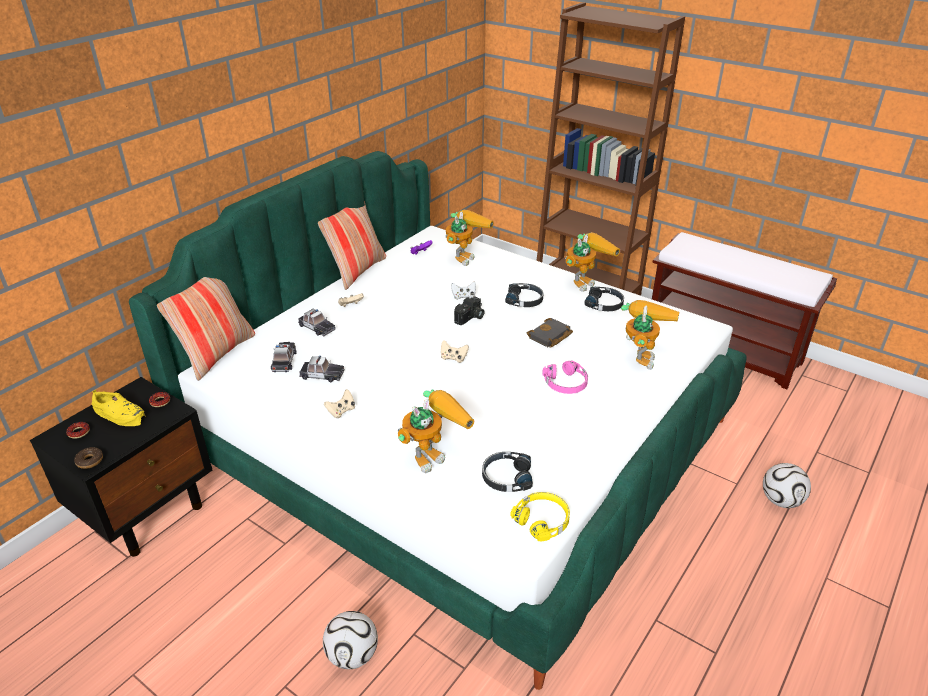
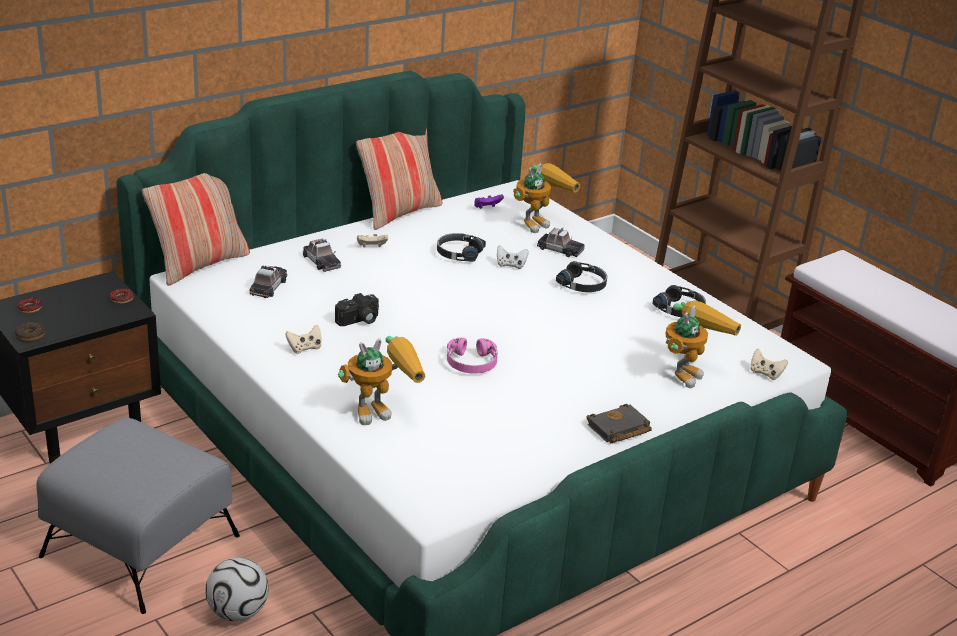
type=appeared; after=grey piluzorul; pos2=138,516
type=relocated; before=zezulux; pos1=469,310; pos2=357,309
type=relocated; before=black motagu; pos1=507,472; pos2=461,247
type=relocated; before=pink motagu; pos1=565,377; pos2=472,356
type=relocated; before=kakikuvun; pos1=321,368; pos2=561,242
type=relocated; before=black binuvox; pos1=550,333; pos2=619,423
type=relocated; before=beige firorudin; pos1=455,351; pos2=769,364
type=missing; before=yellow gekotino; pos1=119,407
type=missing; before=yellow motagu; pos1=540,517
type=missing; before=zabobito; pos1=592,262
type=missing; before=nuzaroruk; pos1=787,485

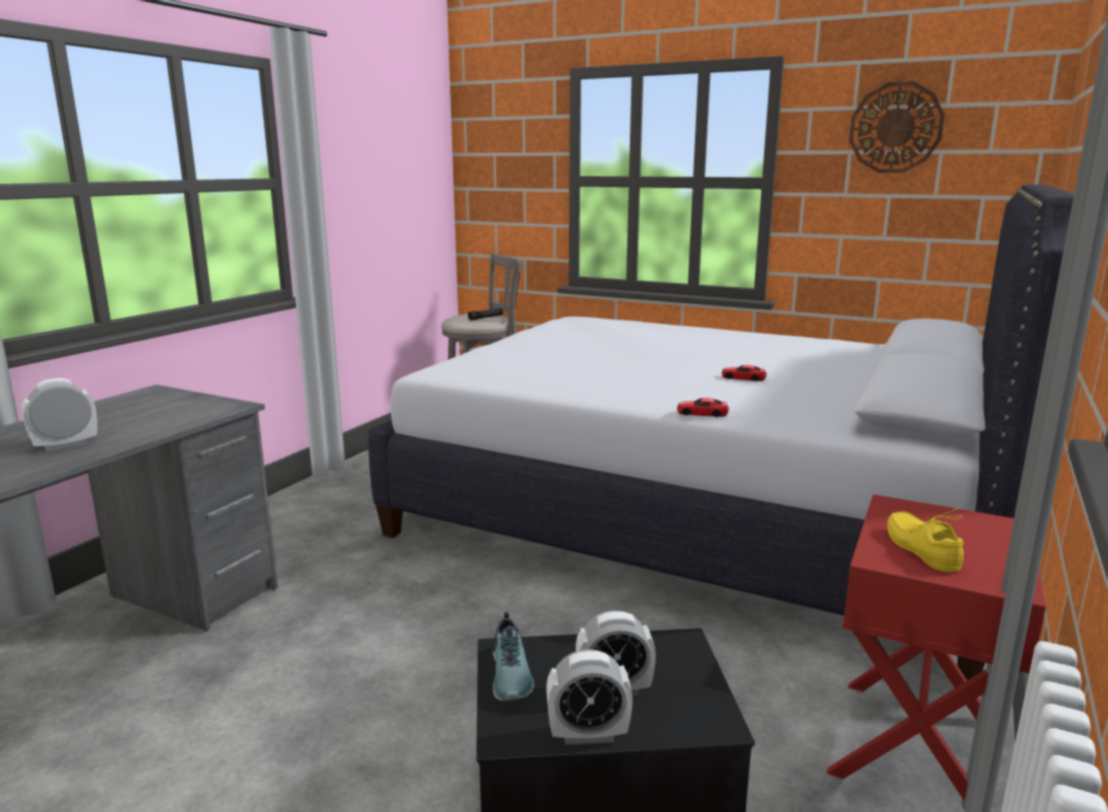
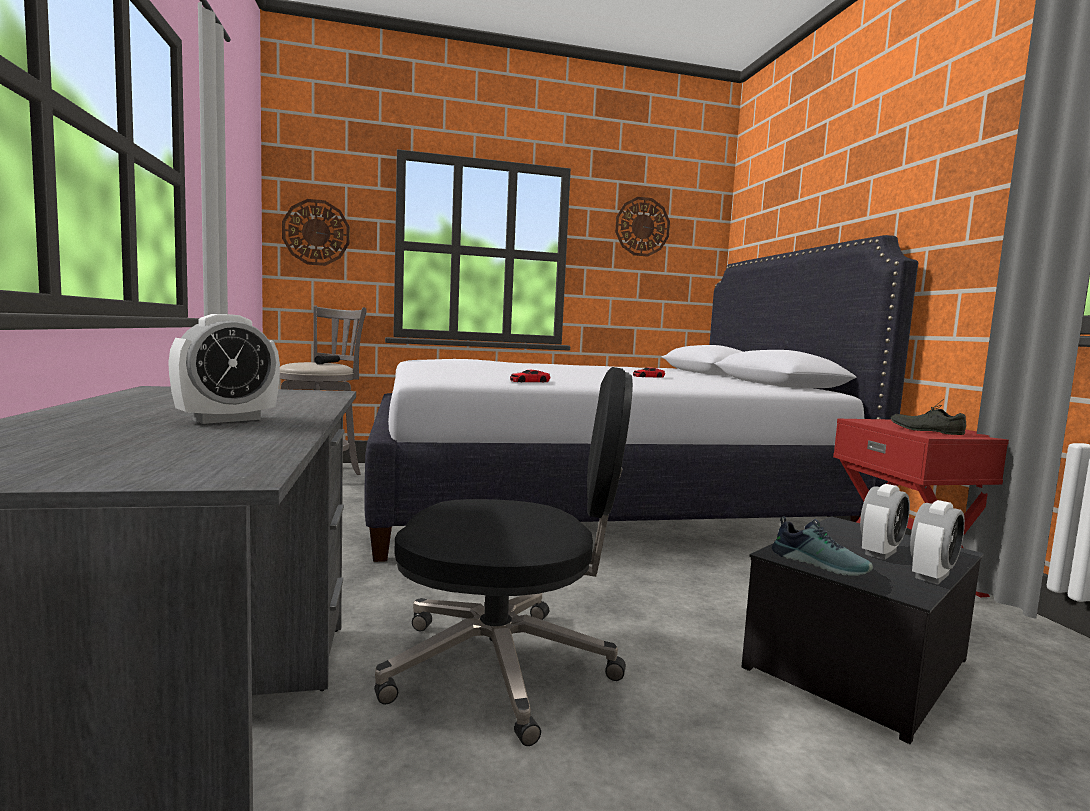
type=spun; before=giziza; pos1=59,415; pos2=224,369; turn=-150
type=appeared; after=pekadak; pos2=316,232
type=appeared; after=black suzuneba; pos2=503,556
type=relocated; before=kakikuvun; pos1=703,407; pos2=530,376
type=colour; before=yellow gekotino; after=grey gekotino; pos1=925,540; pos2=928,417

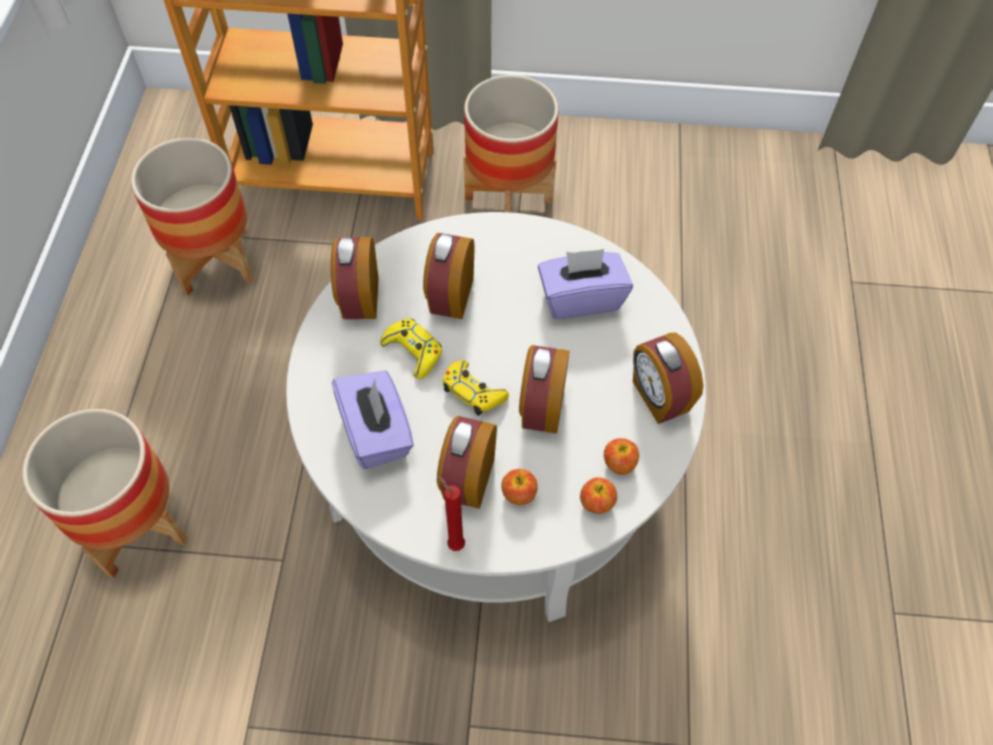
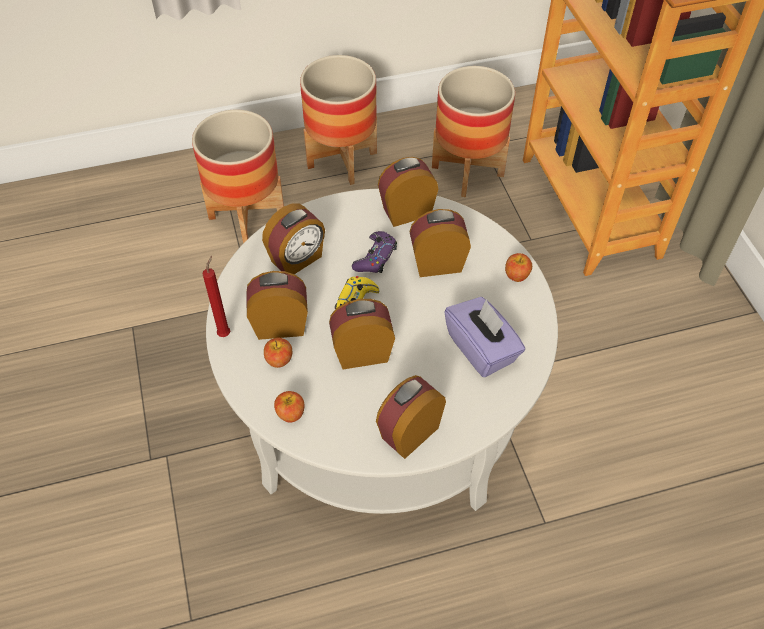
type=exchanged; before=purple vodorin; after=giziza; pos1=373,420; pos2=293,238
type=relocated; before=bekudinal; pos1=511,144; pos2=338,120
type=colour; before=yellow firorudin; after=purple firorudin; pos1=411,348; pos2=374,252
type=relocated; before=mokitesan; pos1=621,456; pos2=518,267

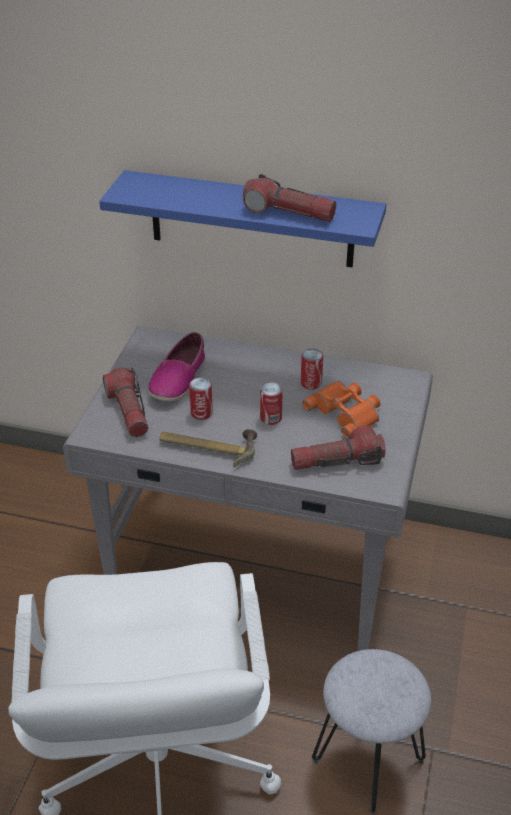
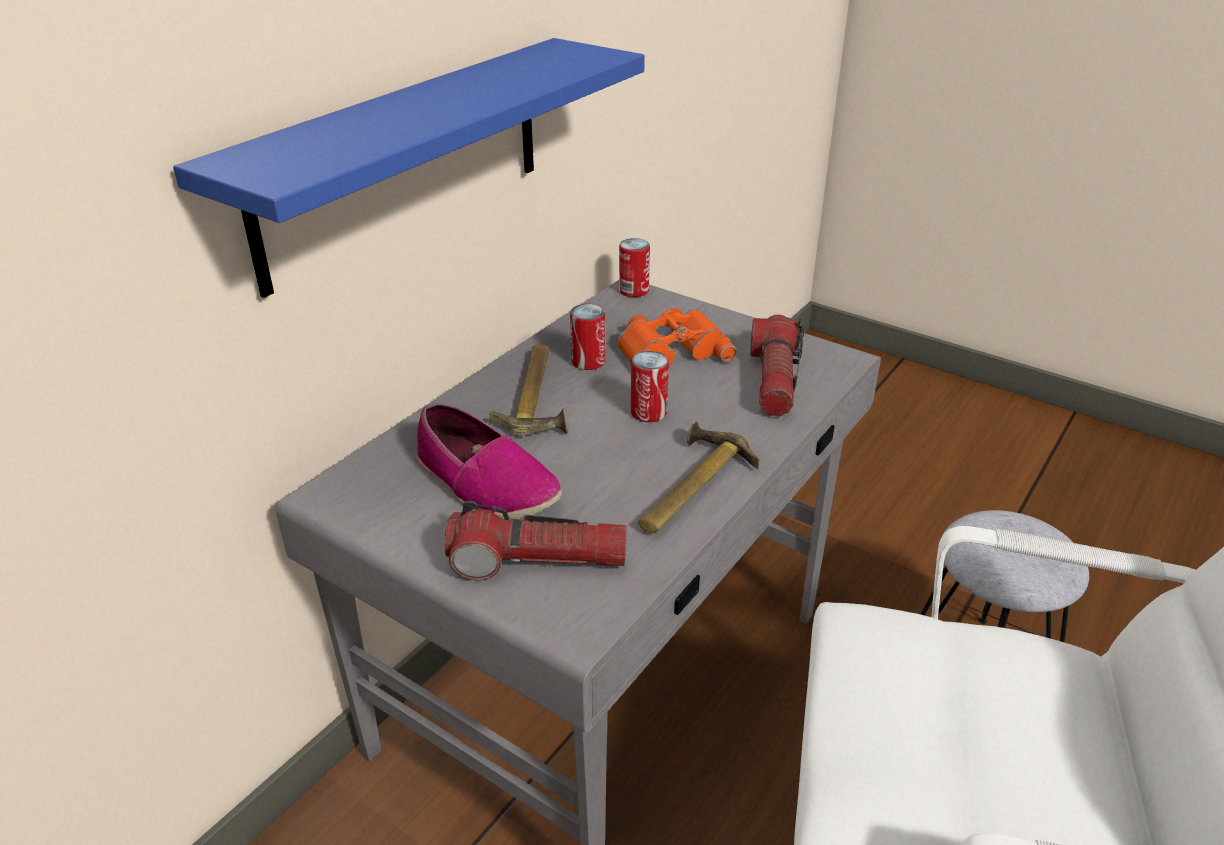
type=appeared; after=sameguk; pos2=528,390
type=relocated; before=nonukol; pos1=201,399; pos2=634,267
type=missing; before=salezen; pos1=289,198

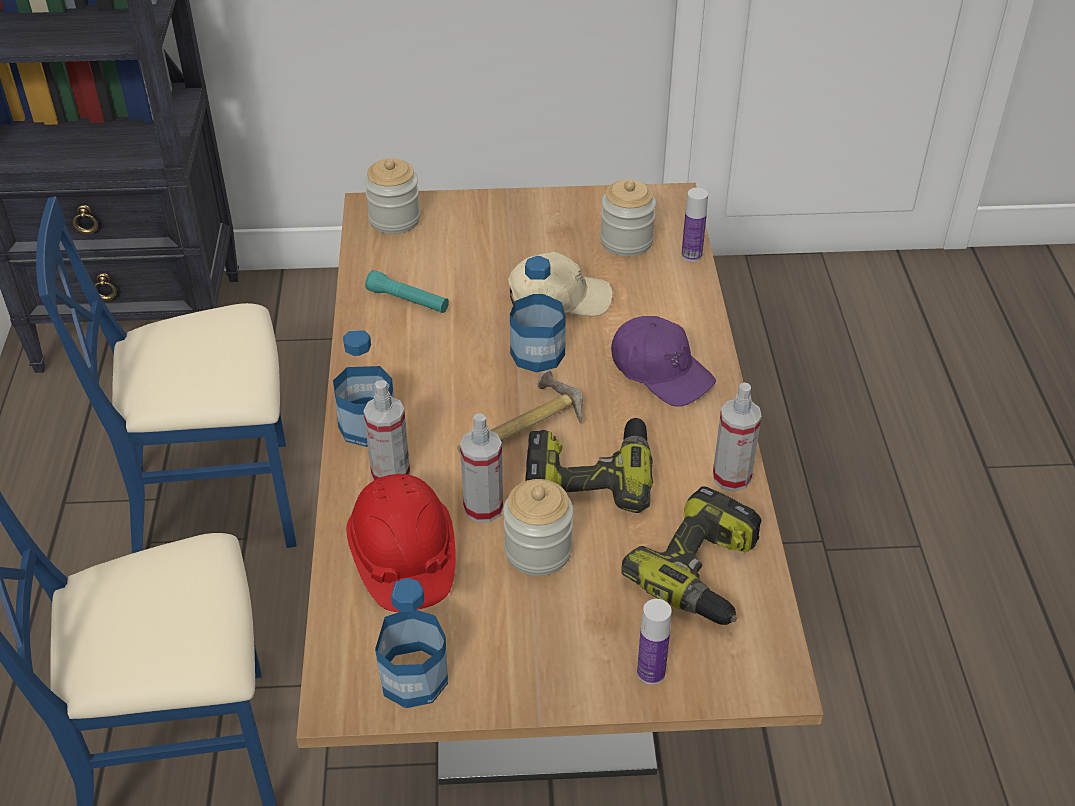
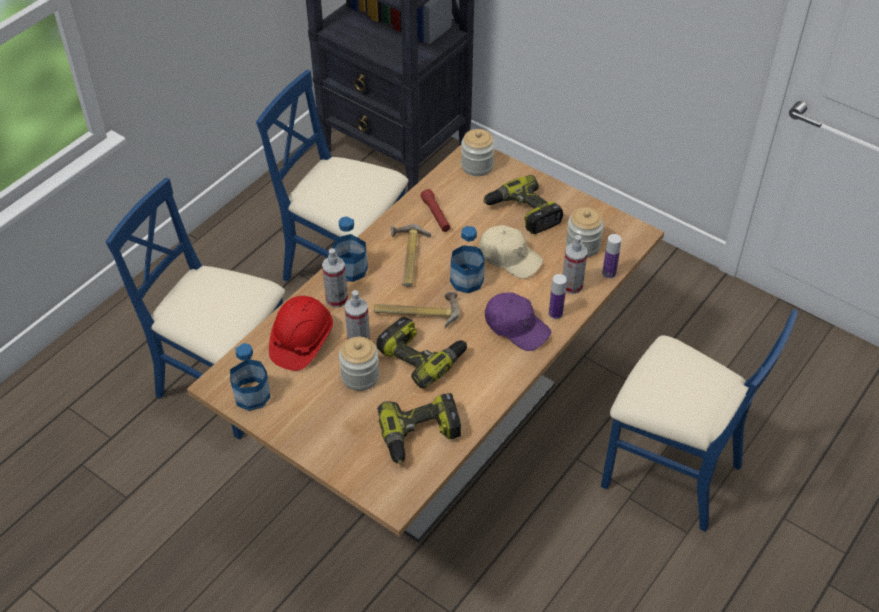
type=appeared; after=sameguk; pos2=411,255
type=colour; before=turquoise salezen; after=red salezen; pos1=407,291; pos2=436,210
type=appeared; after=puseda; pos2=523,204
type=spun; before=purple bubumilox; pos1=663,361; pos2=518,321; turn=-45
type=relocated; before=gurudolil; pos1=654,642; pos2=558,296
type=relocated; before=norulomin; pos1=737,437; pos2=575,264
type=appeared; after=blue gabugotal; pos2=699,420

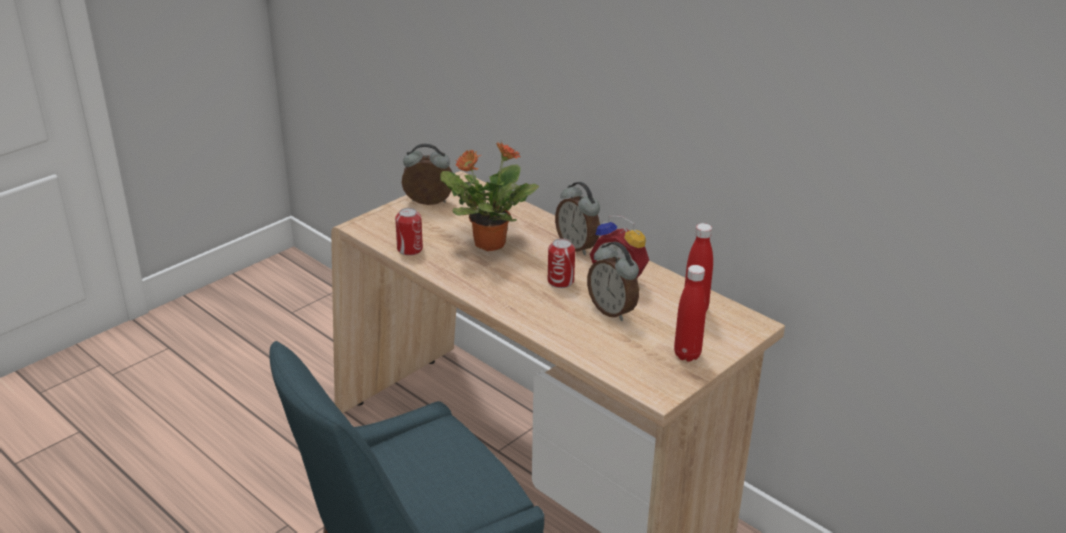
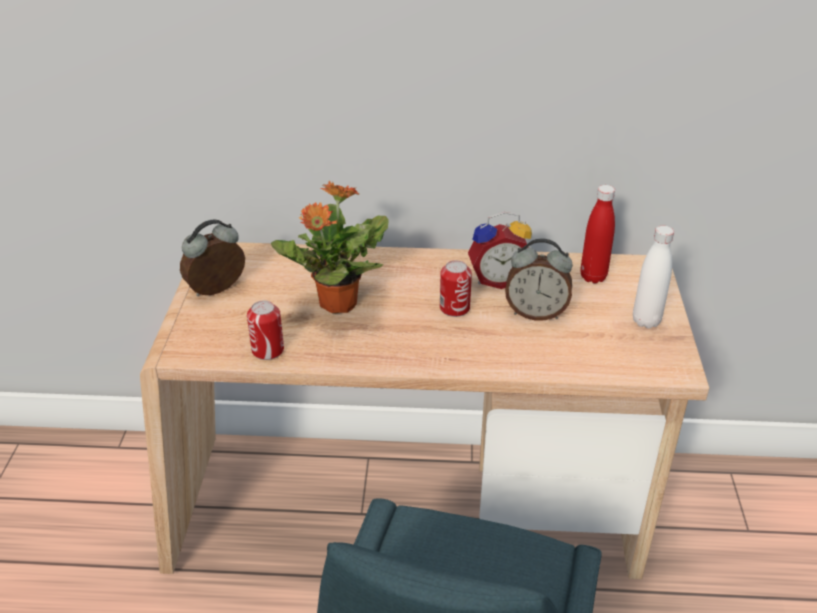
type=colour; before=red gurudolil; after=white gurudolil; pos1=690,313; pos2=653,277
type=missing; before=giziza; pos1=577,218

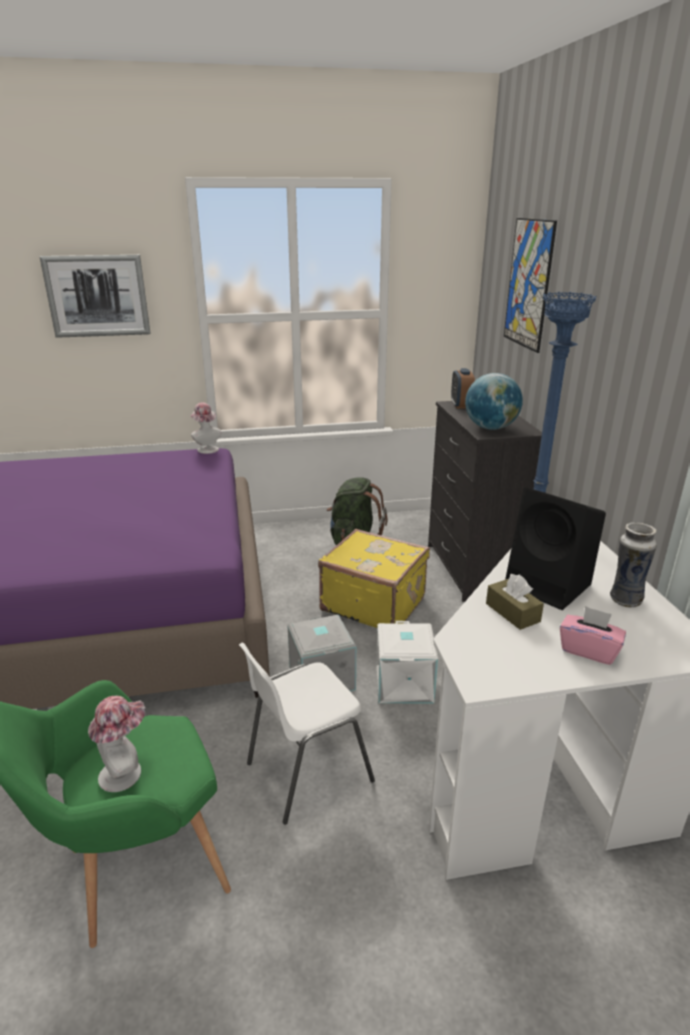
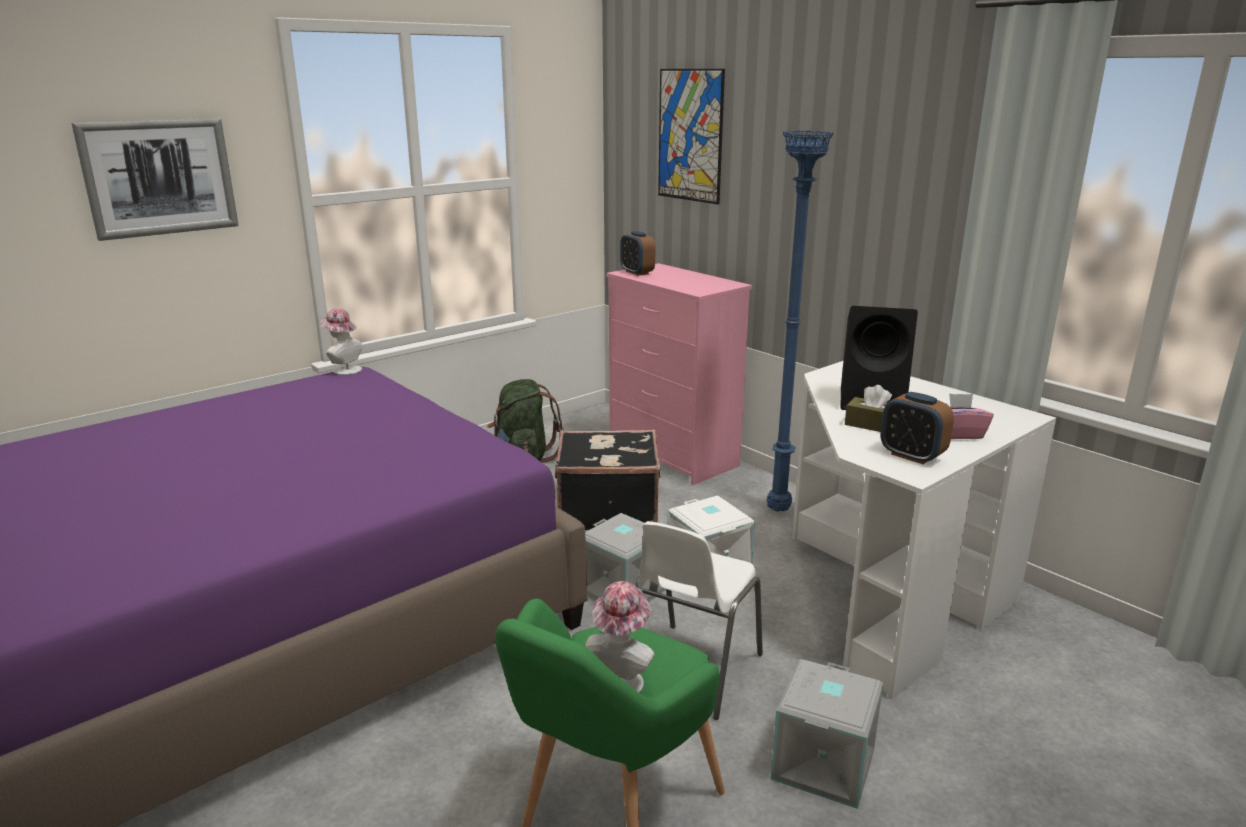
type=colour; before=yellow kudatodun; after=black kudatodun; pos1=374,578; pos2=608,480
type=colour; before=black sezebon; after=pink sezebon; pos1=485,501; pos2=679,374
type=appeared; after=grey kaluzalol; pos2=827,734
type=appeared; after=giziza; pos2=917,428
type=missing; before=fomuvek; pos1=494,401
type=missing; before=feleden; pos1=633,564

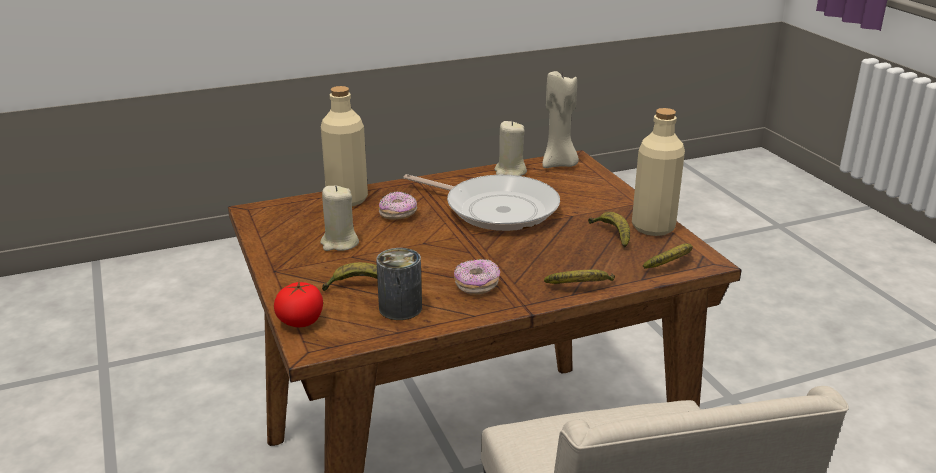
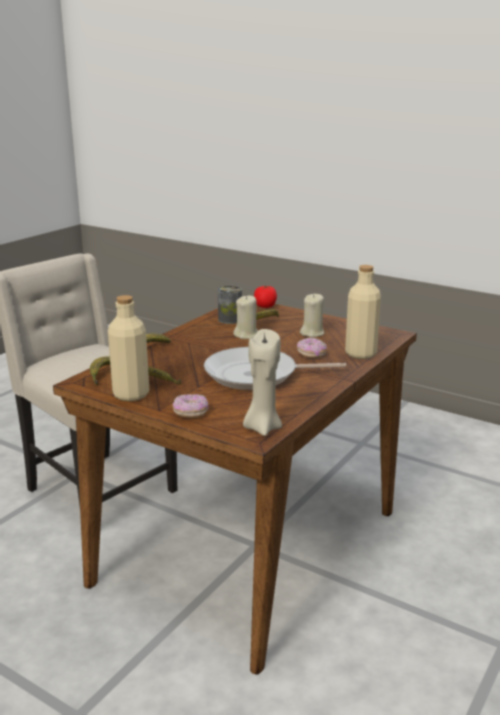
type=relocated; before=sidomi; pos1=477,277; pos2=190,406
type=relocated; before=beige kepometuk; pos1=510,148; pos2=245,317

